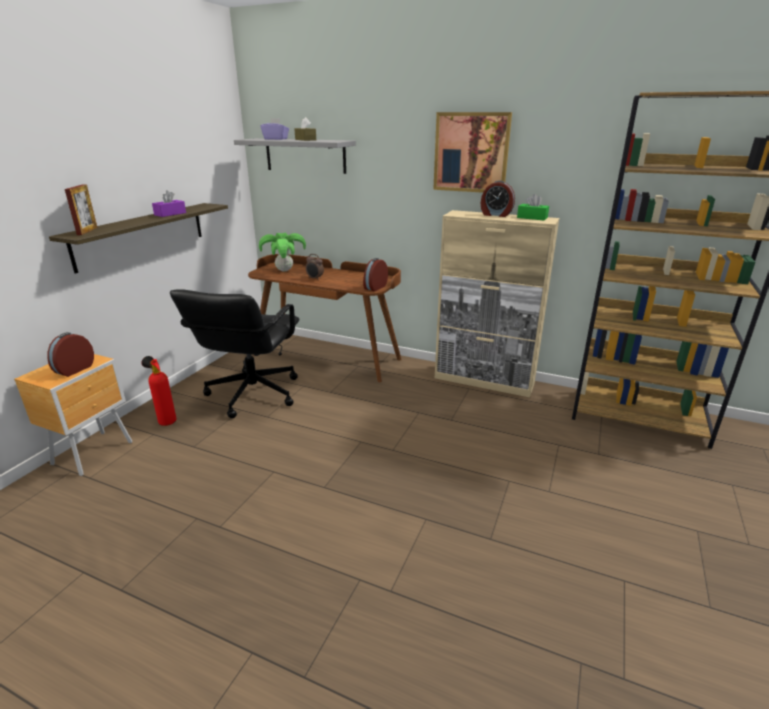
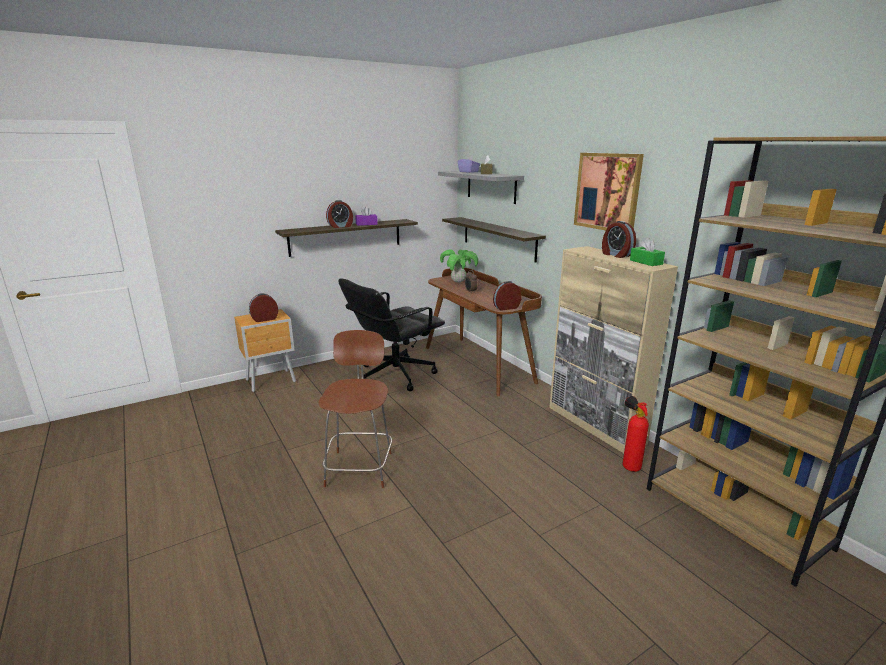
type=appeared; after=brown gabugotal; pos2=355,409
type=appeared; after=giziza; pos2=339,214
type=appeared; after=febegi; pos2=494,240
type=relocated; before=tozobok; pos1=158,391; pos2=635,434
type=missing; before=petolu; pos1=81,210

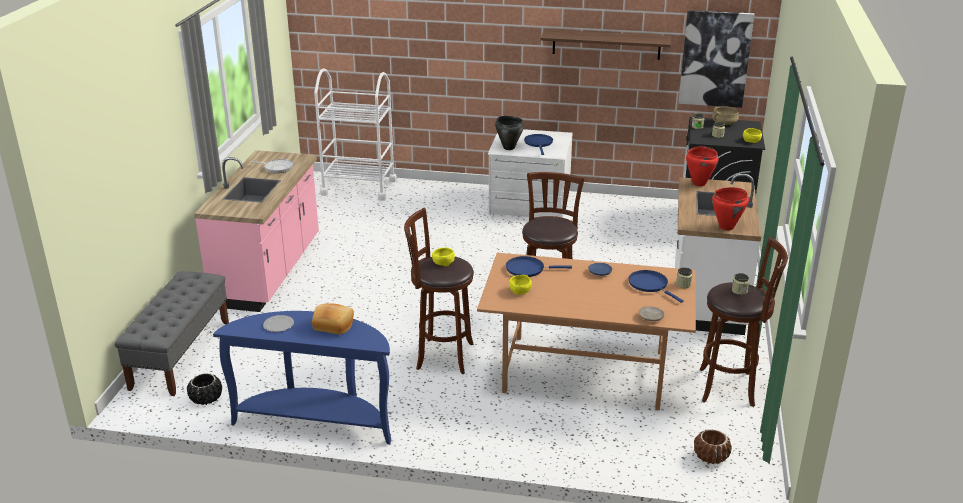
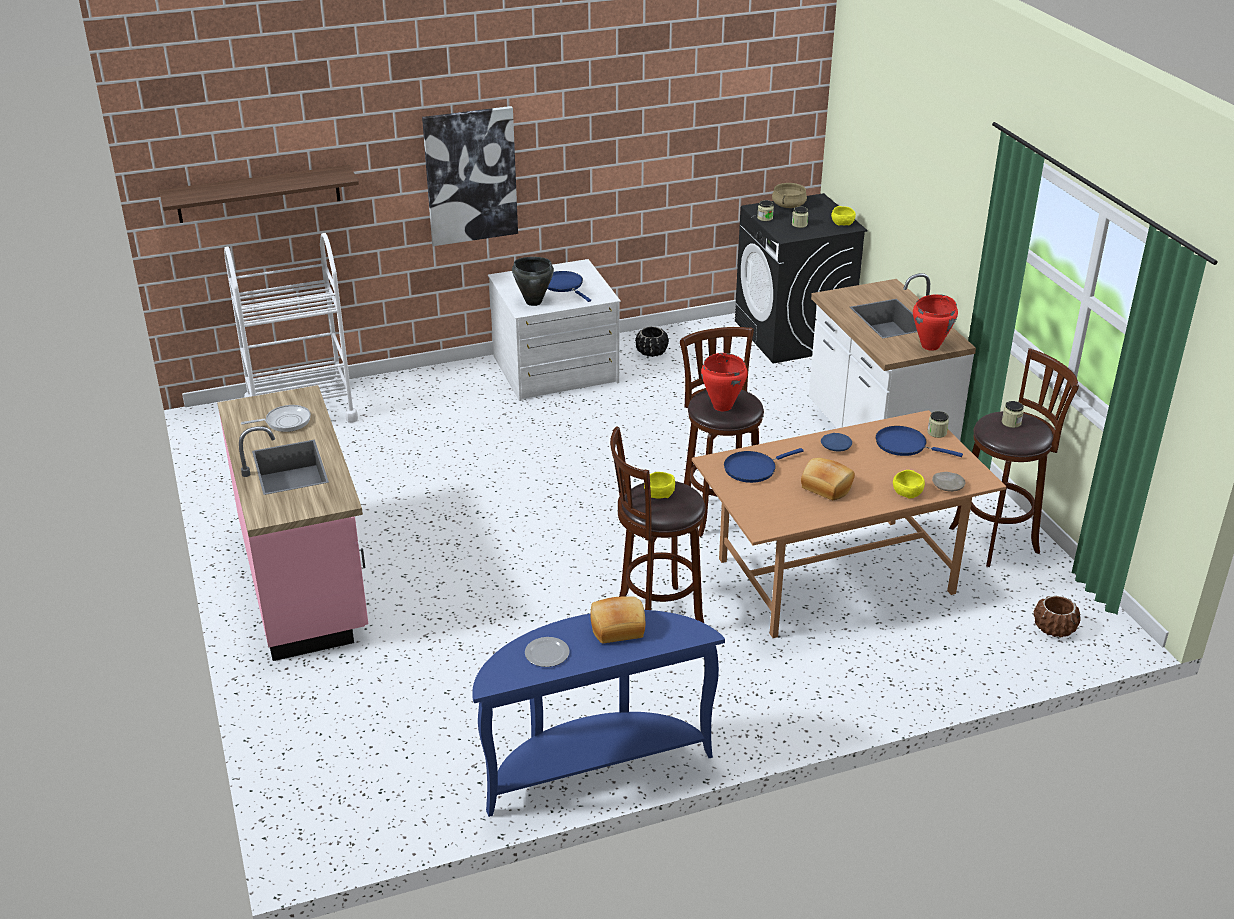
type=relocated; before=febegi; pos1=606,44; pos2=259,194
type=relocated; before=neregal; pos1=716,59; pos2=470,176
type=relocated; before=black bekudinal; pos1=204,389; pos2=652,342
type=relocated; before=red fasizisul; pos1=702,166; pos2=724,382
type=appeared; after=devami; pos2=828,479
type=relocated; before=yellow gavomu; pos1=520,285; pos2=909,484
type=missing; before=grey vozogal; pos1=171,333

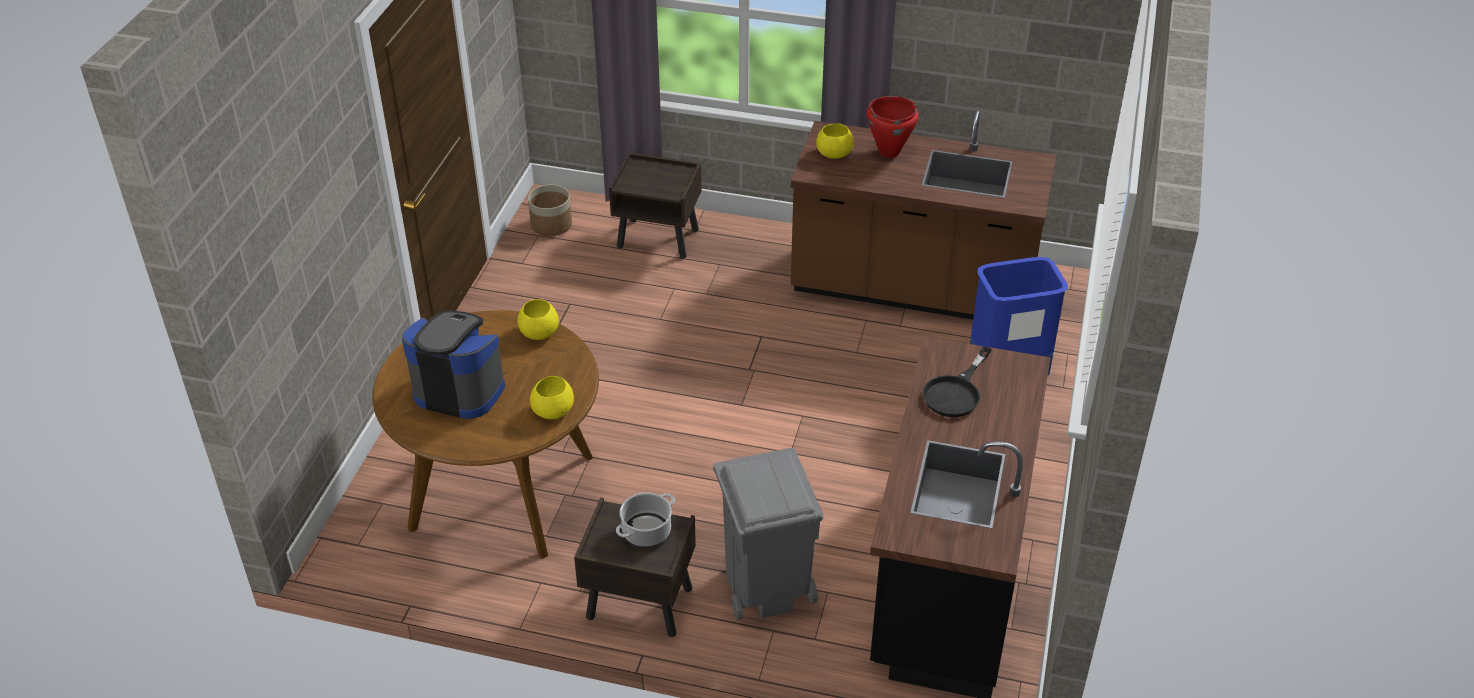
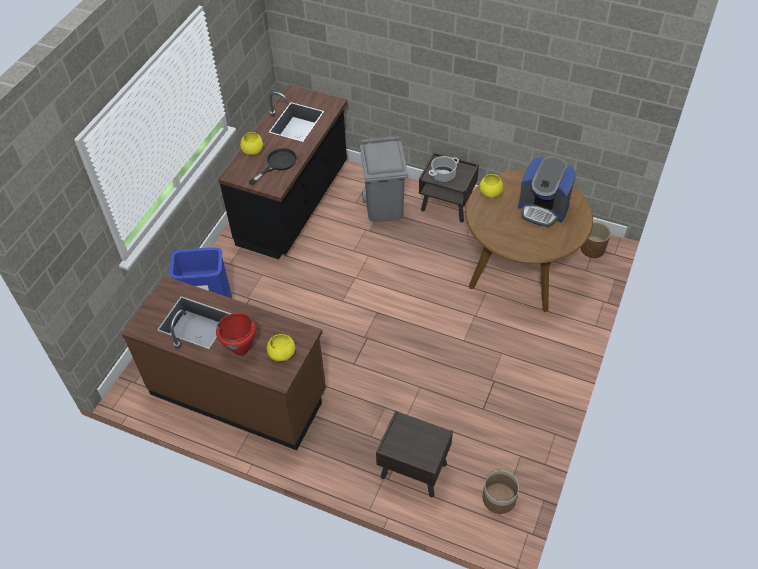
type=relocated; before=yellow gavomu; pos1=538,319; pos2=251,143
type=appeared; after=brown bekudinal; pos2=595,240

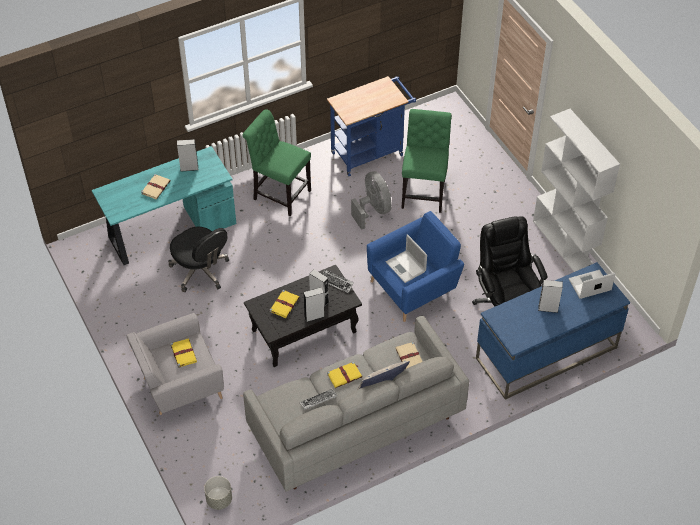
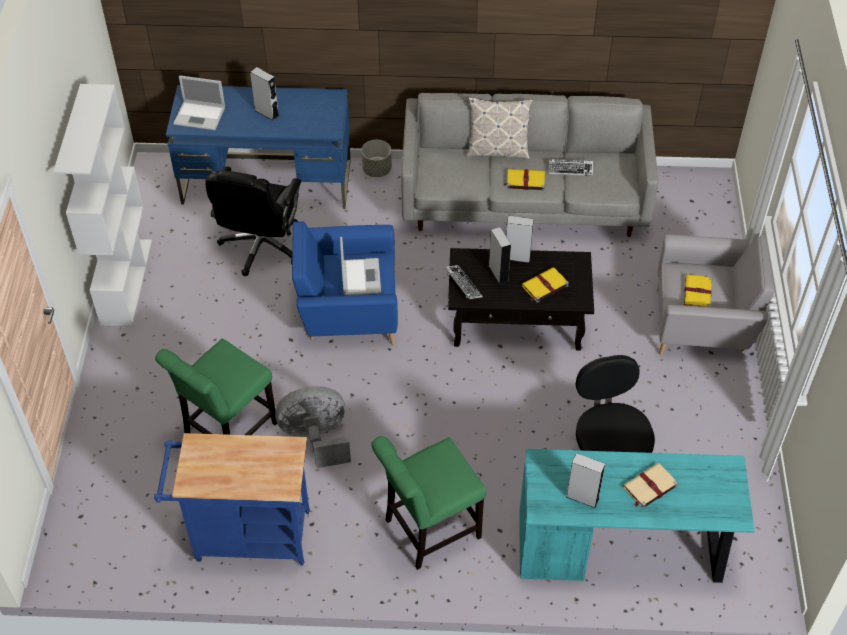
type=spun; before=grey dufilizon; pos1=371,200; pos2=313,427; turn=75
type=relocated; before=grey bekudinal; pos1=218,493; pos2=376,158
type=spun; before=green gabugotal; pos1=276,162; pos2=429,503; turn=90
type=missing; before=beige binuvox; pos1=409,355

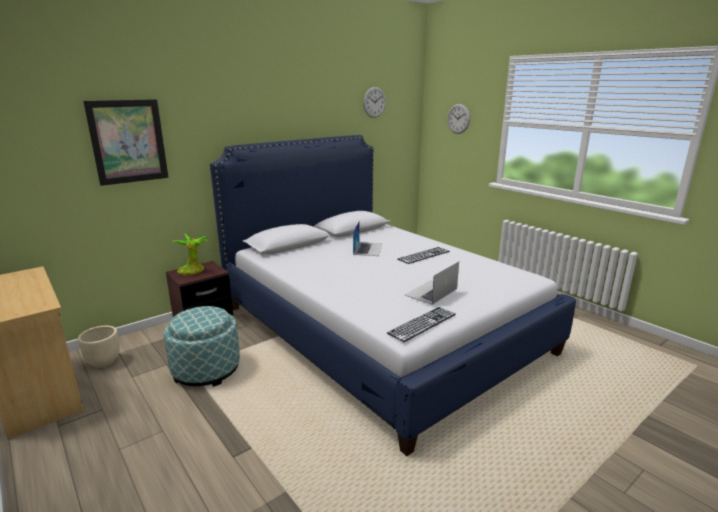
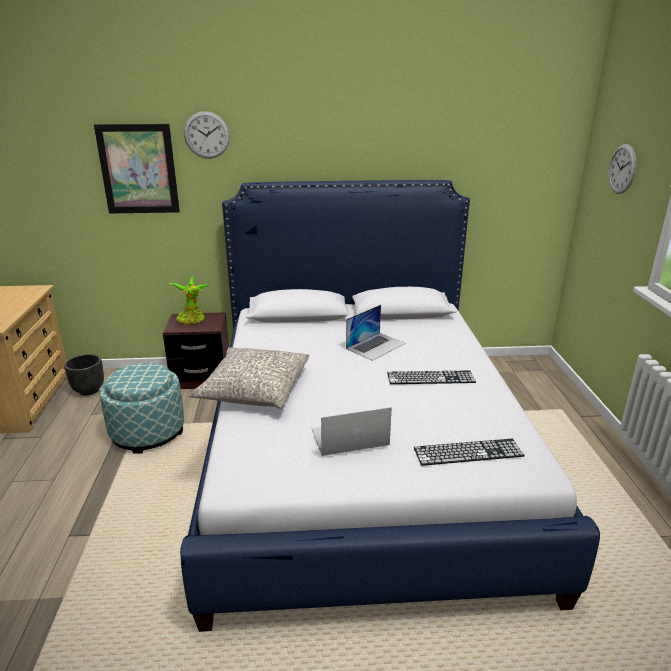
type=colour; before=beige bekudinal; after=black bekudinal; pos1=99,347; pos2=84,374
type=relocated; before=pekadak; pos1=374,102; pos2=207,135
type=appeared; after=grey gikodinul; pos2=249,378
type=relocated; before=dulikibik; pos1=421,324; pos2=469,452

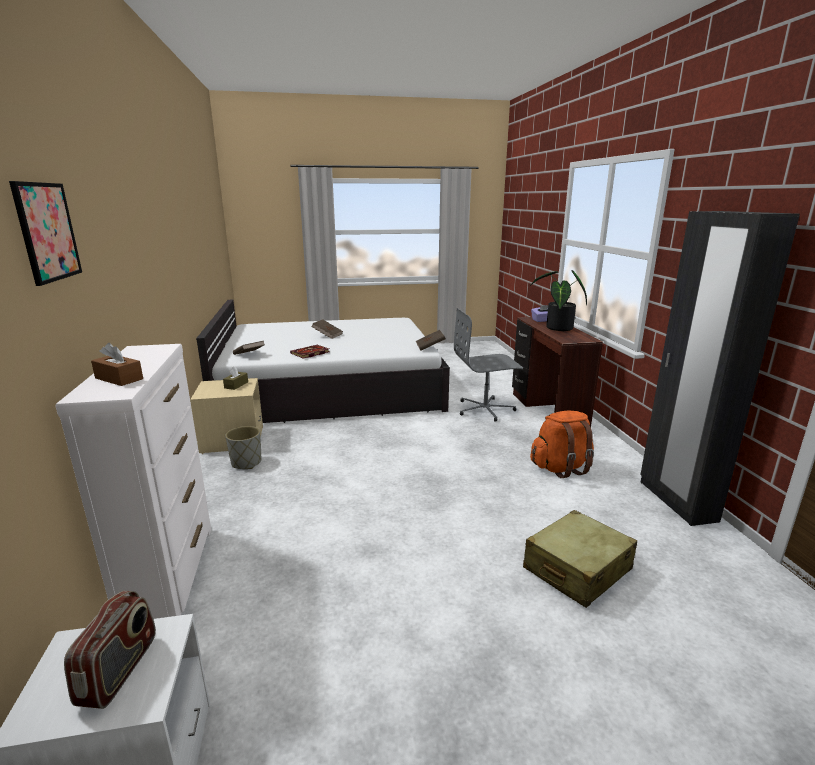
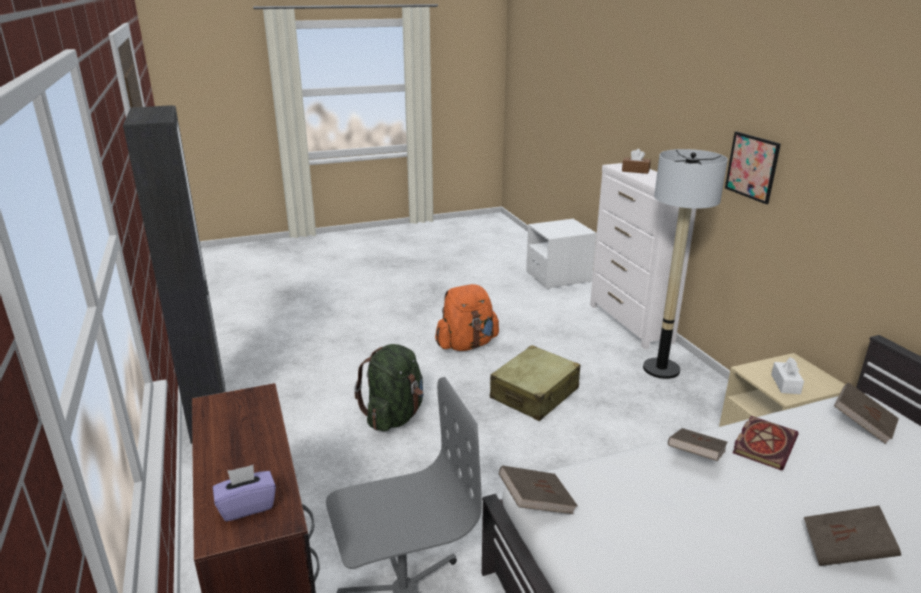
type=appeared; after=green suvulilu; pos2=389,387
type=relocated; before=orange suvulilu; pos1=562,444; pos2=467,317
type=relocated; before=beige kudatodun; pos1=580,559; pos2=535,383
type=appeared; after=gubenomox; pos2=685,264
type=appeared; after=brown binuvox; pos2=698,444
type=relocated; before=neregal; pos1=45,233; pos2=753,168
type=colour; before=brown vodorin; after=white vodorin; pos1=235,378; pos2=787,375
type=missing; before=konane; pos1=110,650
type=missing; before=grey bekudinal; pos1=243,447
type=missing; before=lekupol; pos1=558,300

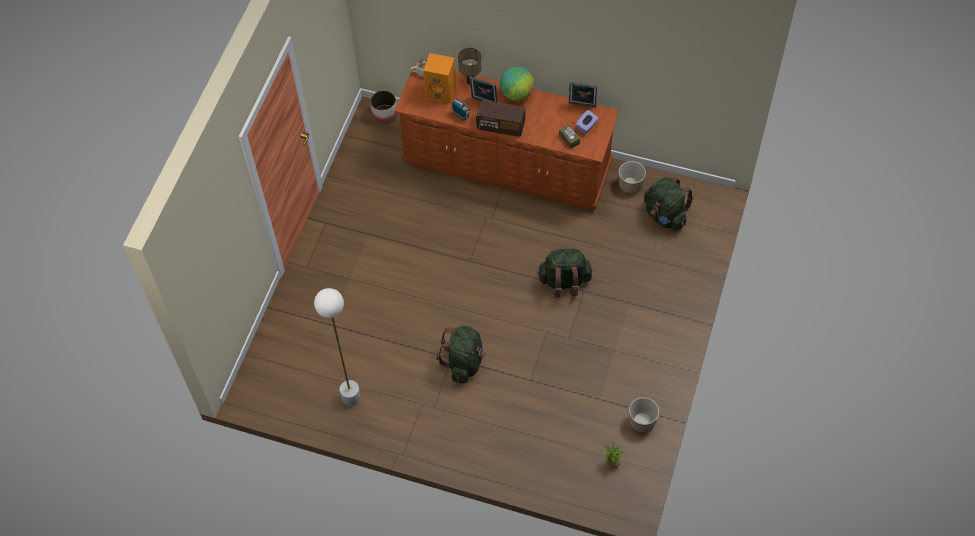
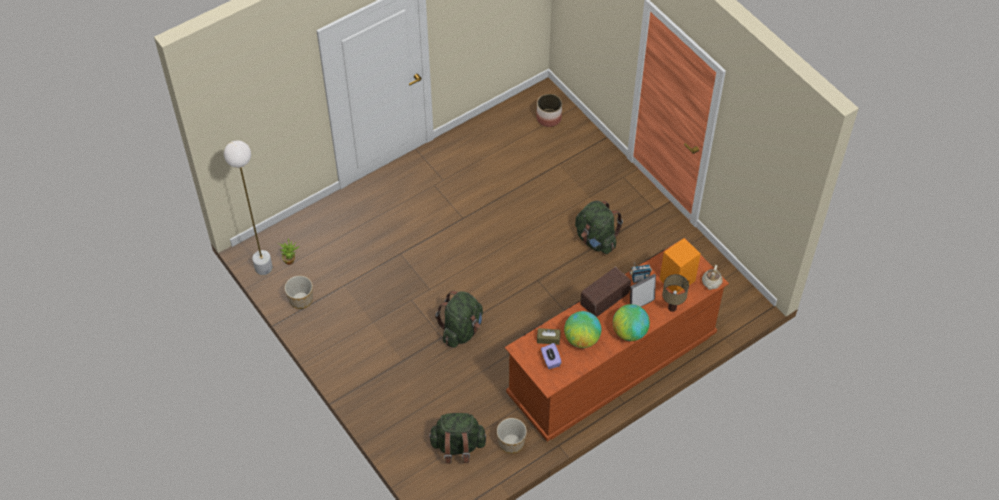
type=relocated; before=white gubenomox; pos1=337,347; pos2=248,207
type=relocated; before=bekudinal; pos1=384,107; pos2=549,110
type=appeared; after=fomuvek; pos2=582,329
type=relocated; before=green suvulilu; pos1=461,355; pos2=599,227
type=missing; before=petolu; pos1=583,94

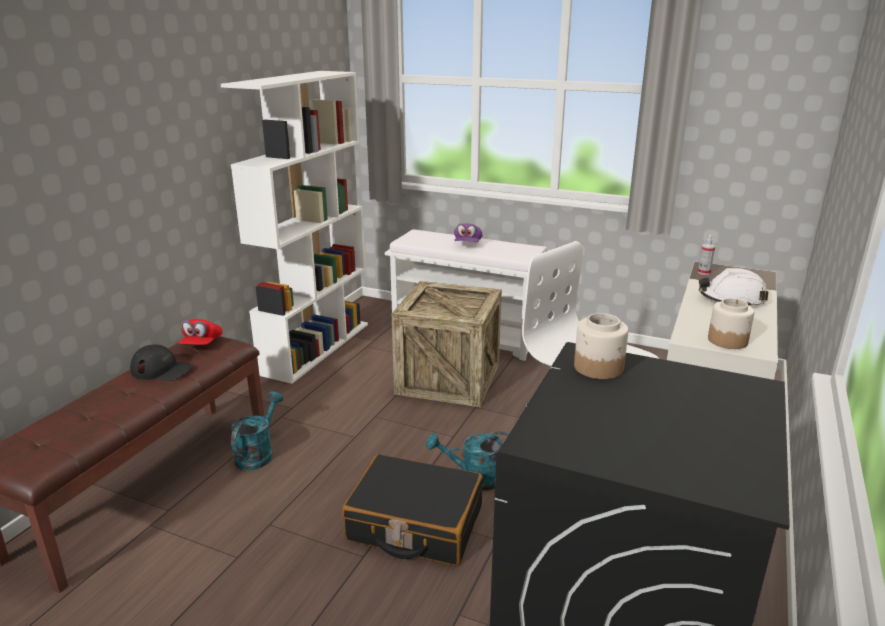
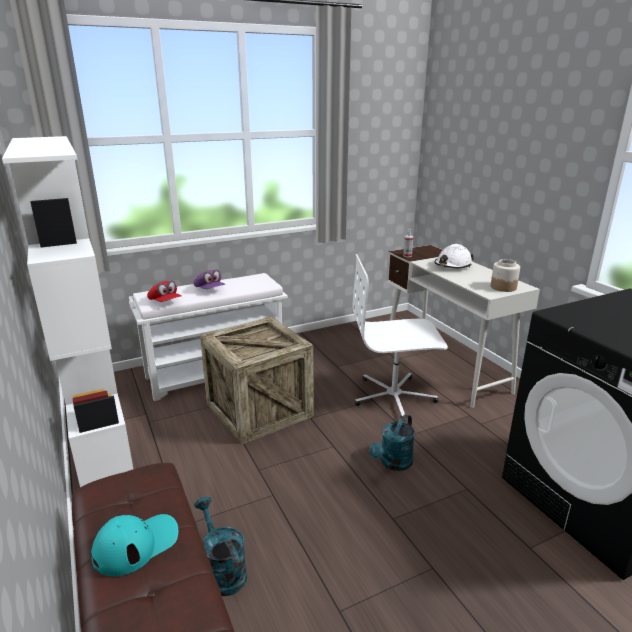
type=colour; before=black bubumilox; after=turquoise bubumilox; pos1=162,363; pos2=134,545
type=relocated; before=red bubumilox; pos1=200,332; pos2=164,291
type=missing; before=black kudatodun; pos1=412,510
type=missing; before=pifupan; pos1=601,346

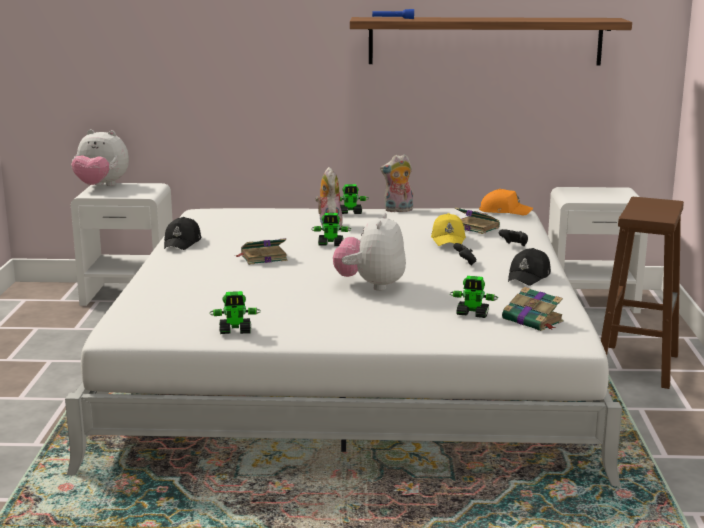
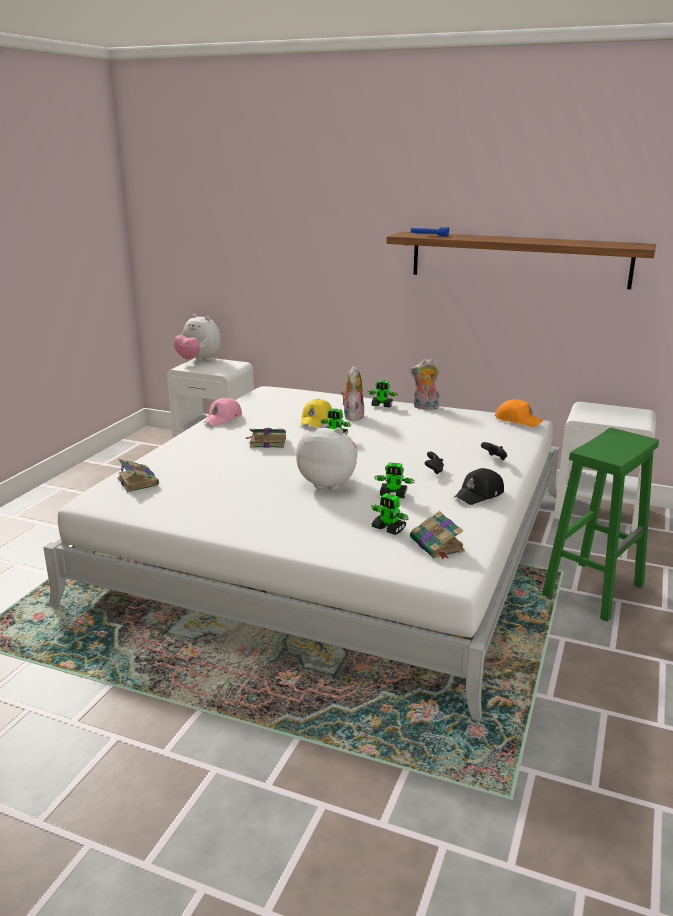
type=relocated; before=binuvox; pos1=477,220; pos2=138,475
type=colour; before=black bubumilox; after=pink bubumilox; pos1=182,233; pos2=223,411
type=spun; before=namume; pos1=369,252; pos2=327,457; turn=75
type=relocated; before=yellow bubumilox; pos1=448,229; pos2=316,413
type=relocated; before=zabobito; pos1=235,312; pos2=394,480
type=colour; before=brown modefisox; after=green modefisox; pos1=642,293; pos2=600,525

